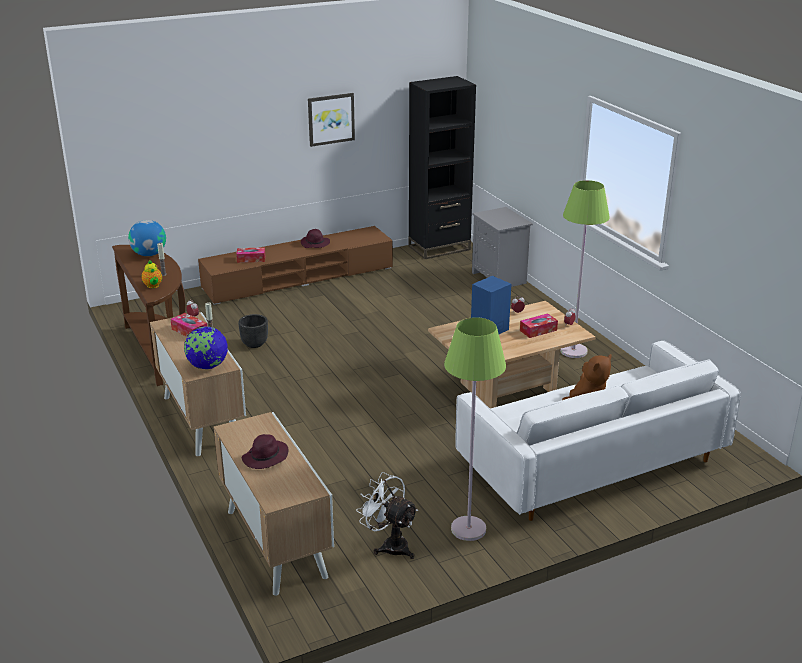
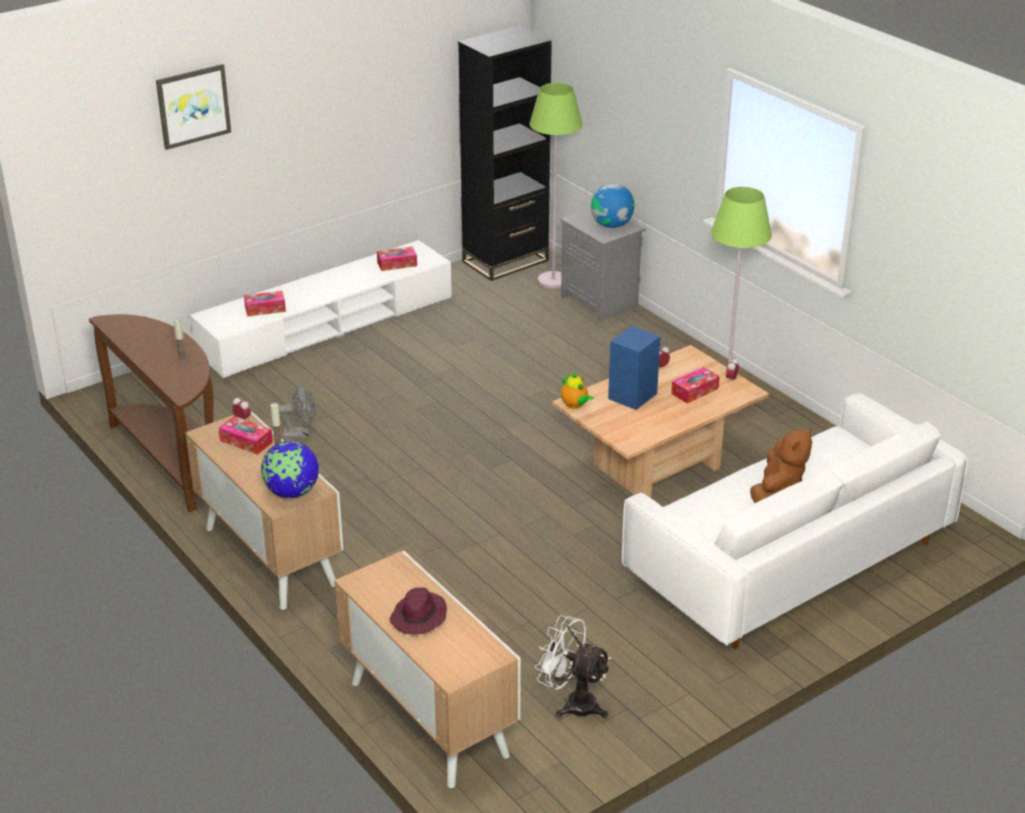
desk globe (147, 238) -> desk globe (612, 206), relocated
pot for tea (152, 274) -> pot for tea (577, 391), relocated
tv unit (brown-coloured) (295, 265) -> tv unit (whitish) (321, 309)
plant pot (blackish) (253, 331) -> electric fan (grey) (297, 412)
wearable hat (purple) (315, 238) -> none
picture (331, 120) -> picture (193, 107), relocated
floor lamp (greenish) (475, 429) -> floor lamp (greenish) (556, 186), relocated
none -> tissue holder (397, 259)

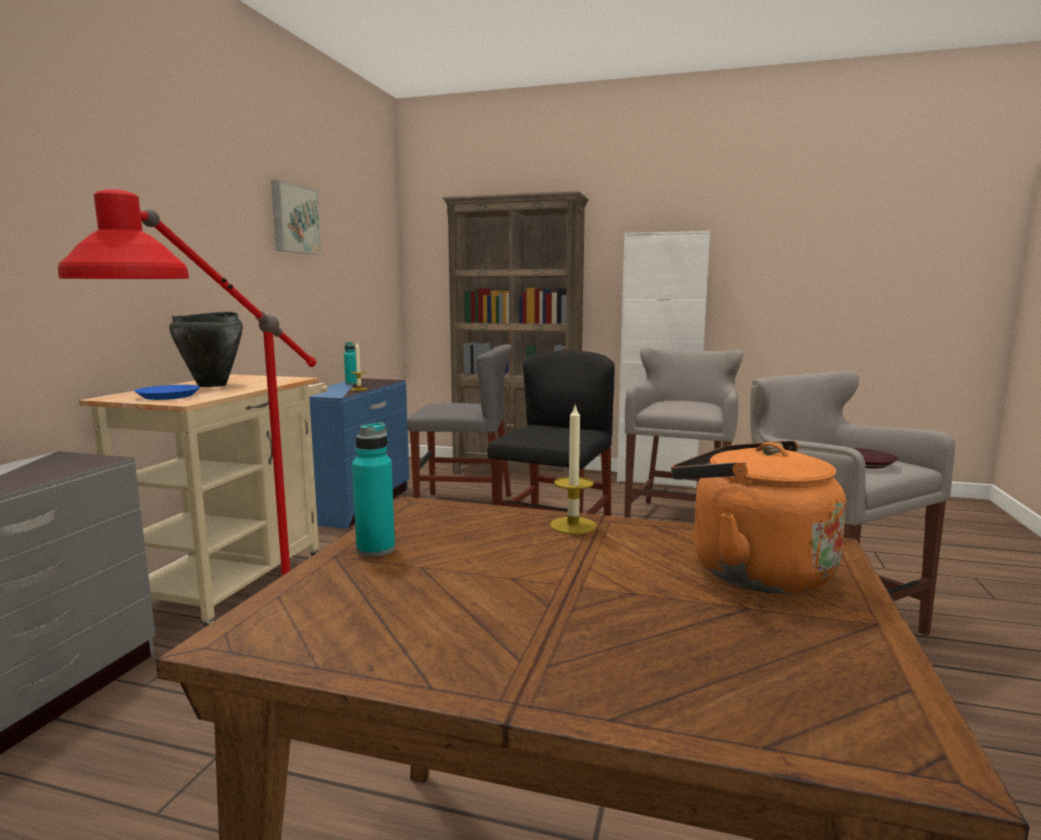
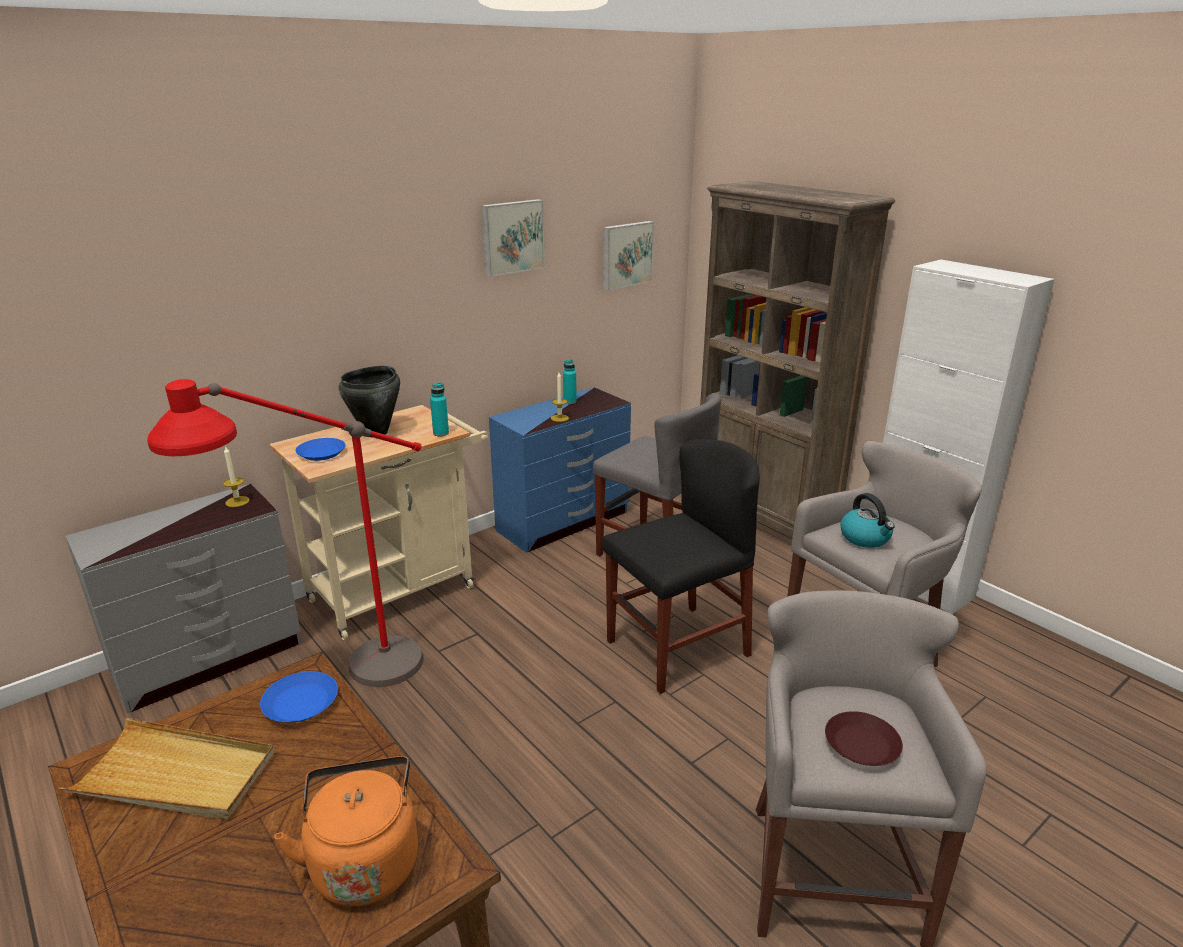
bottle (turquoise-coloured) (373, 489) -> bottle (turquoise-coloured) (439, 409), relocated
wax light (573, 468) -> wax light (236, 476), relocated
none -> carrying tray (sand-coloured) (166, 769)
none -> flat dish (blue-coloured) (299, 696)
none -> picture (628, 255)
none -> tea kettle (868, 520)

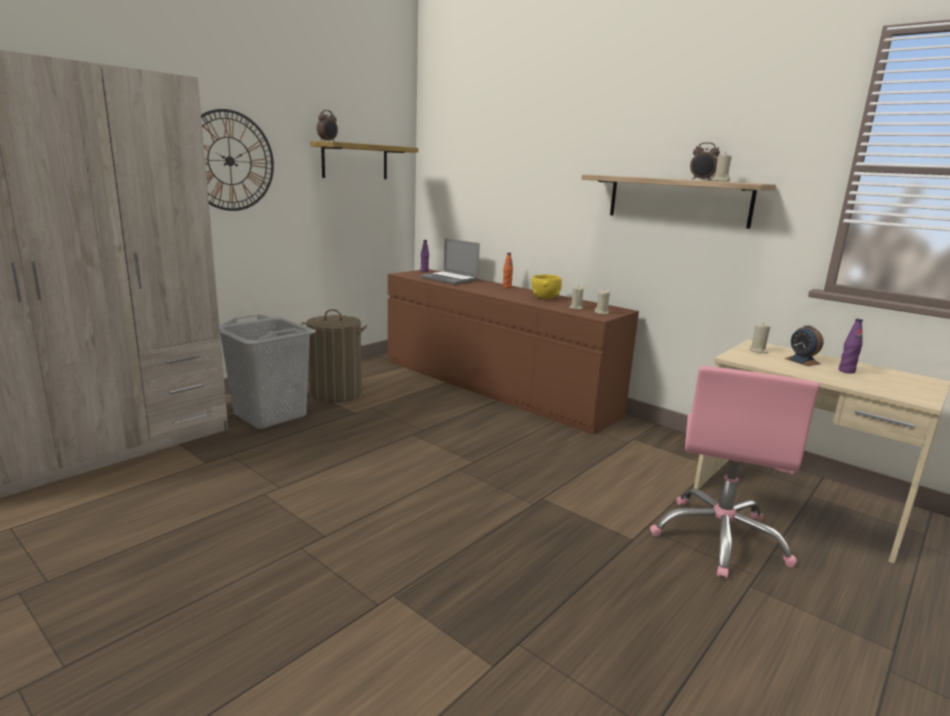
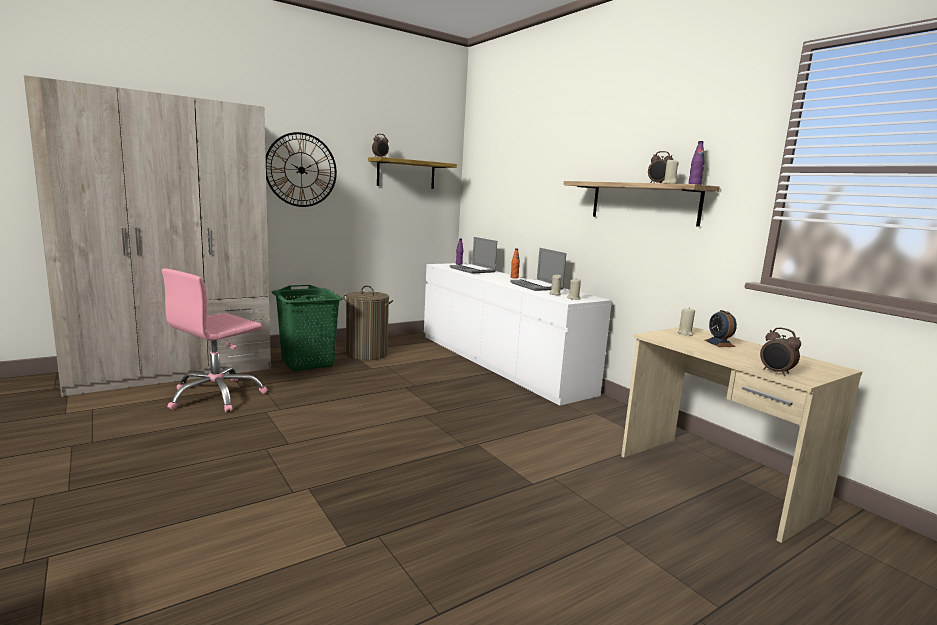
washing basket (grey) (267, 371) -> washing basket (greenish) (308, 328)
drawer chest (brown-coloured) (513, 352) -> drawer chest (whitish) (518, 334)
serving bowl (yellow) (546, 286) -> laptop (538, 269)
office chair (pinkish) (735, 472) -> office chair (pinkish) (214, 340), relocated
bottle (purple) (851, 346) -> bottle (purple) (697, 163), relocated
none -> alarm clock (780, 352)

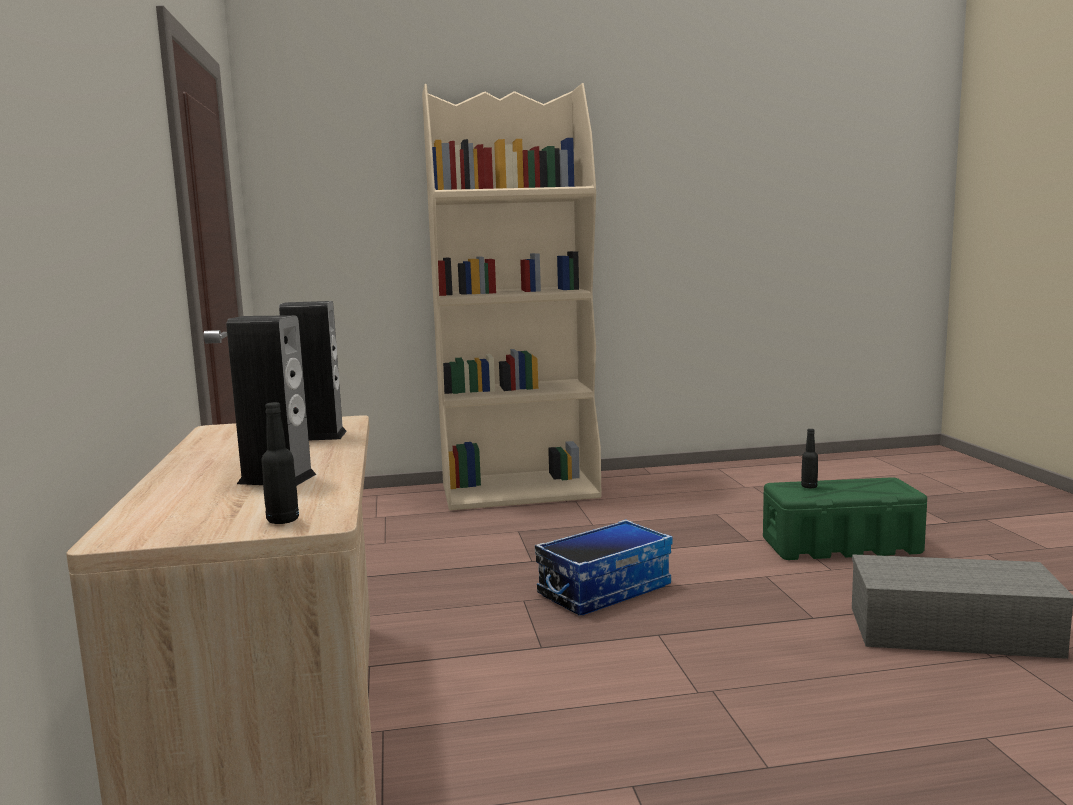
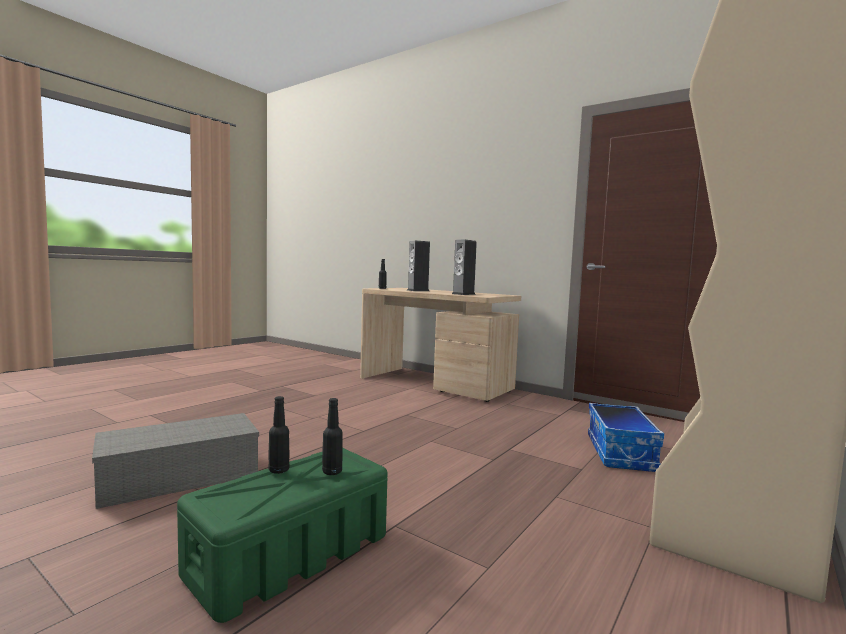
storage box (604, 567) -> storage box (626, 437), relocated
none -> bottle (blackish) (278, 435)

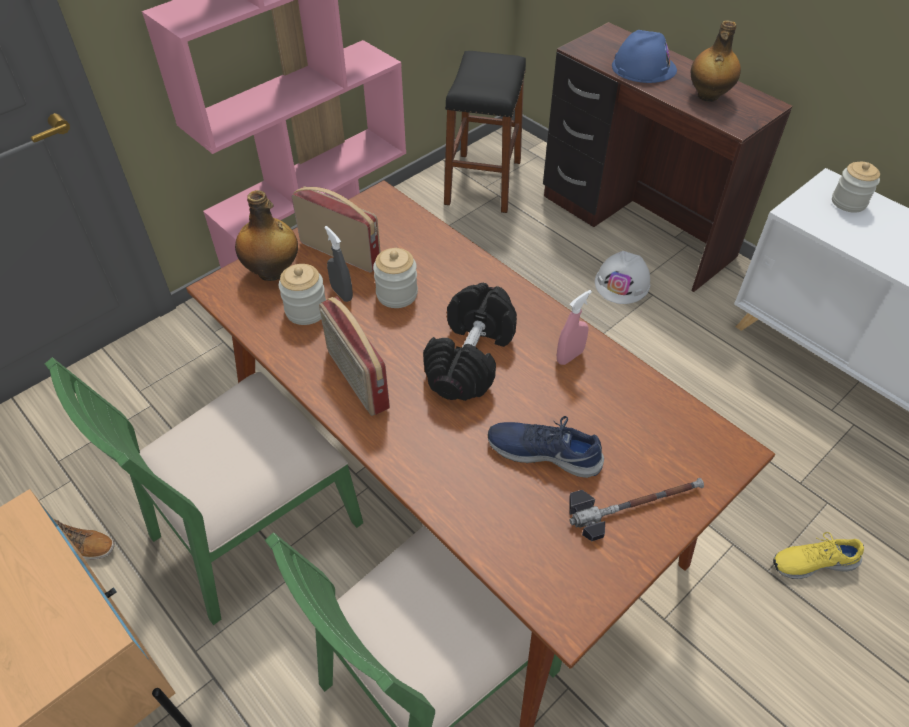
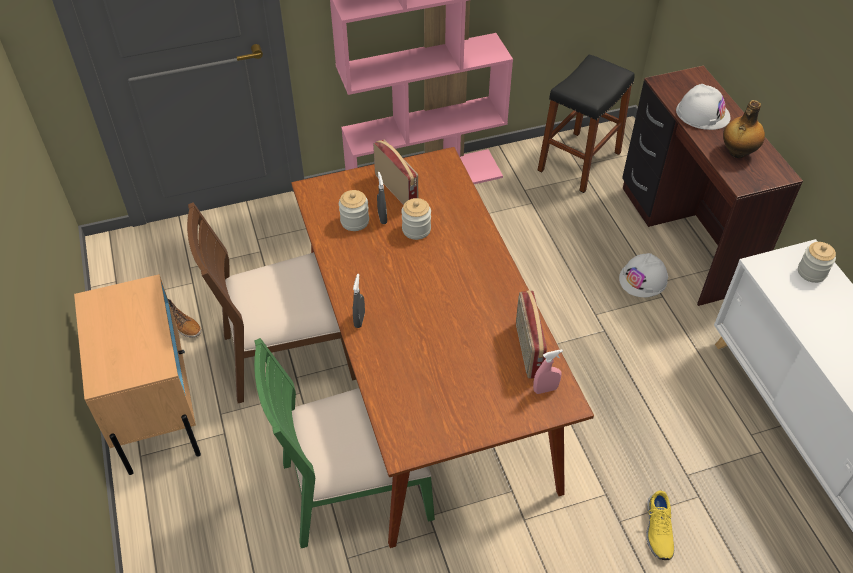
upright chair (greenish) (204, 491) -> upright chair (brown-coloured) (271, 302)
bottle (266, 235) -> none
radio receiver (354, 356) -> radio receiver (531, 334), relocated
free weight (blackish) (470, 342) -> none
shoe (blue-coloured) (546, 447) -> none
spray bottle (pinkish) (574, 327) -> spray bottle (pinkish) (548, 371), relocated
hand hammer (636, 509) -> none
safety helmet (blue-coloured) (644, 56) -> safety helmet (whitish) (703, 107)
shoe (yellow) (818, 555) -> shoe (yellow) (660, 525), 105 degrees counterclockwise
none -> spray bottle (grey) (359, 301)

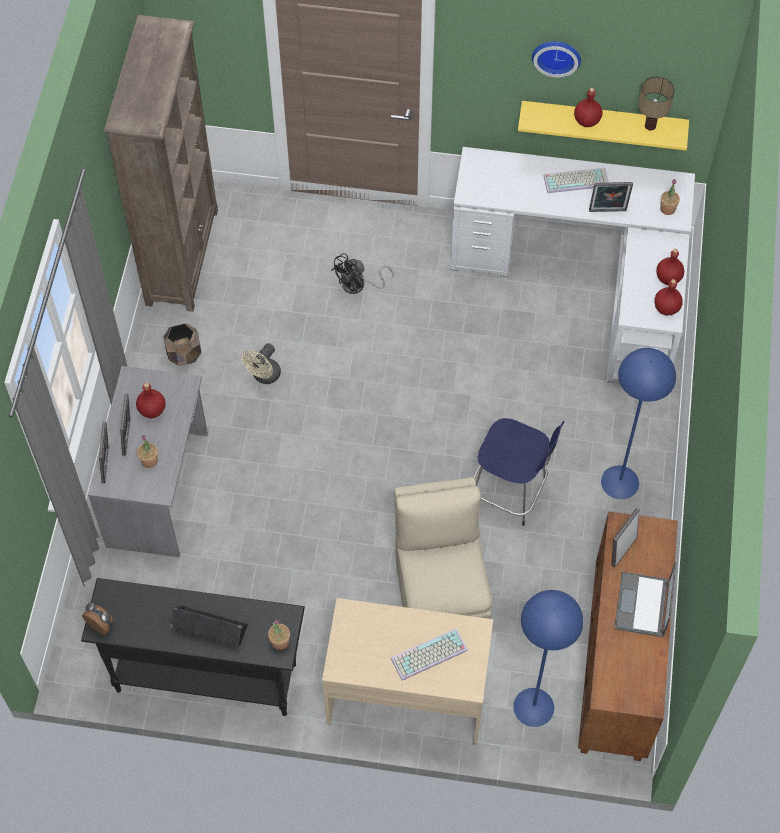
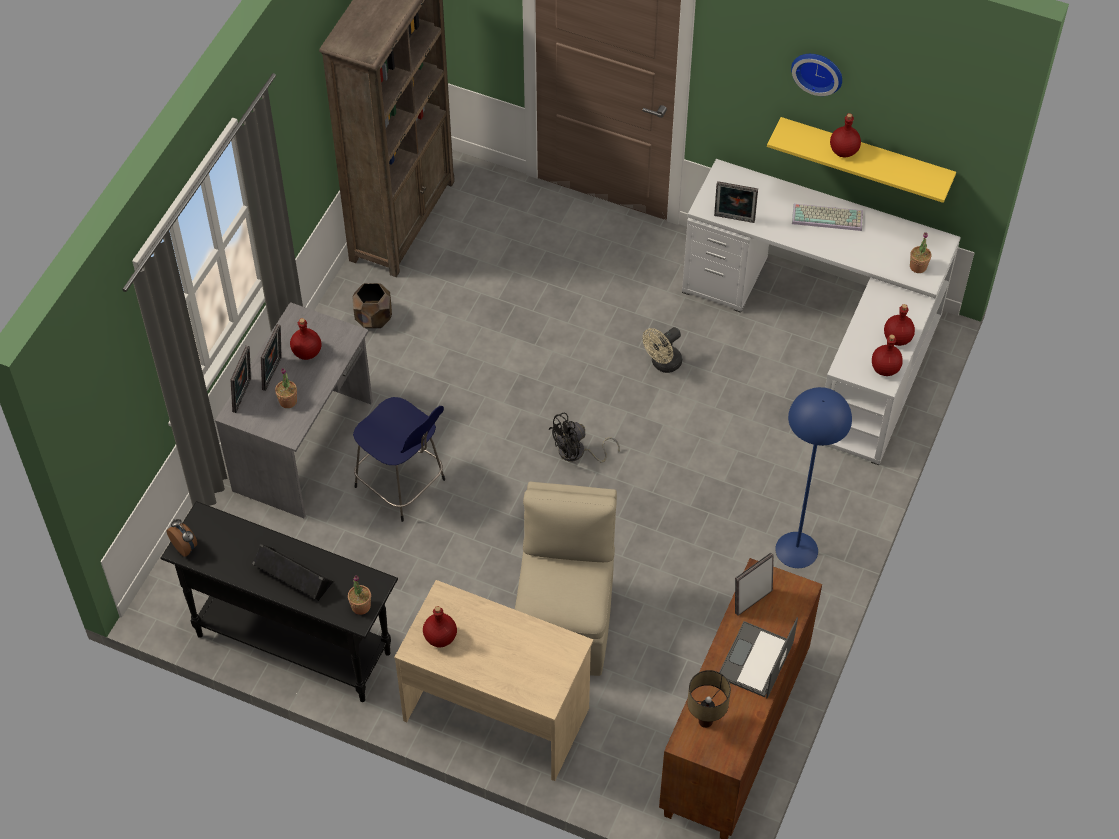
electric fan (sand-coloured) (261, 363) -> electric fan (sand-coloured) (662, 350), relocated
electric fan (blackish) (362, 273) -> electric fan (blackish) (584, 437), relocated
computer keyboard (429, 654) -> none
stool (blue-coloured) (519, 472) -> stool (blue-coloured) (399, 459), relocated
floor lamp (blue-coloured) (548, 658) -> none
picture frame (611, 197) -> picture frame (736, 202), relocated
lamp for a table (656, 104) -> lamp for a table (709, 699), relocated
none -> bottle (red-coloured) (440, 627)

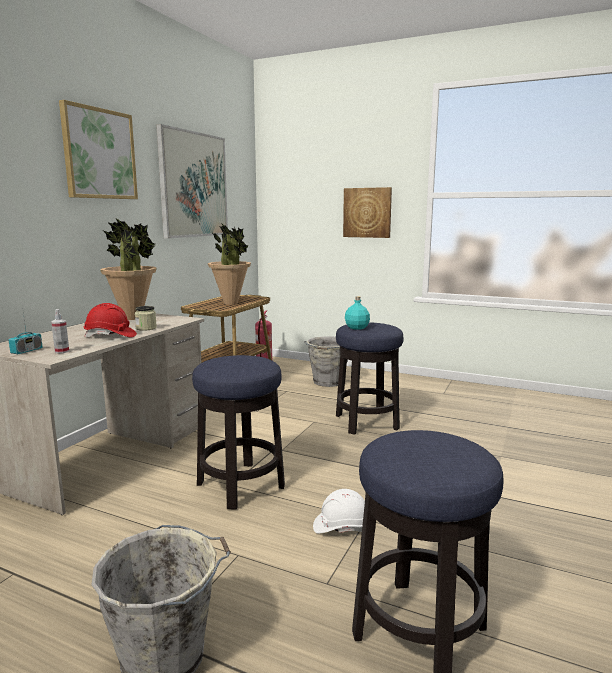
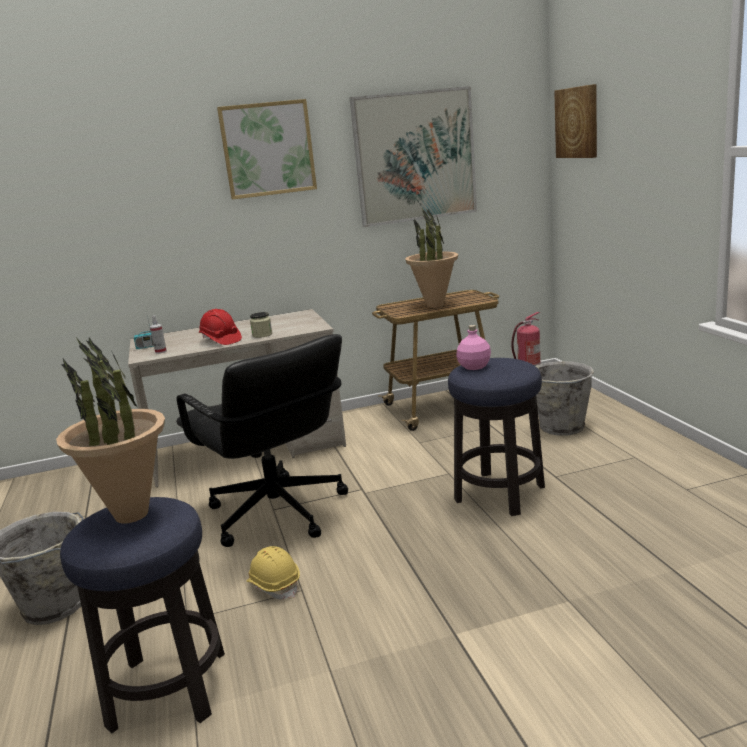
potted plant (128, 269) -> potted plant (110, 430), relocated
stool (238, 432) -> office chair (blackish) (262, 440)
safety helmet (whitish) (339, 511) -> safety helmet (yellow) (273, 573)
picture (367, 212) -> picture (575, 121), relocated
bottle (turquoise-coloured) (357, 313) -> bottle (pinkish) (473, 347)

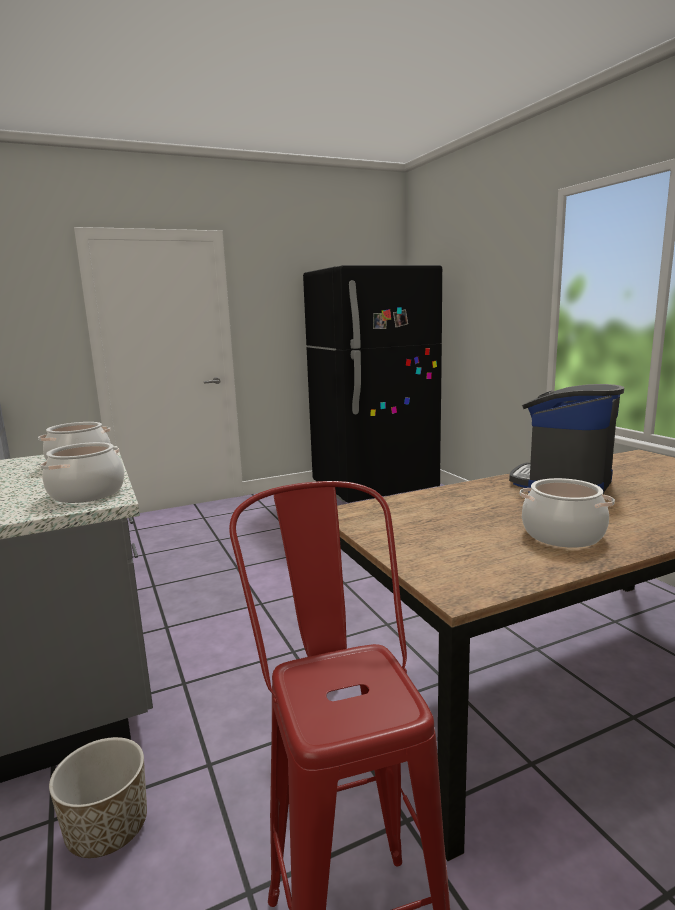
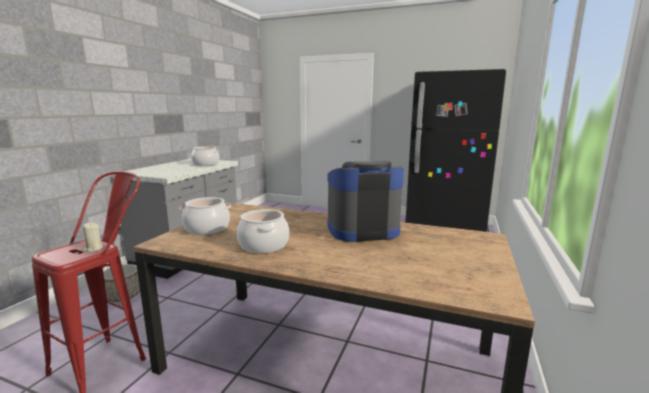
cooking pot (82, 472) -> cooking pot (205, 216), relocated
none -> wax light (sand-coloured) (93, 237)

